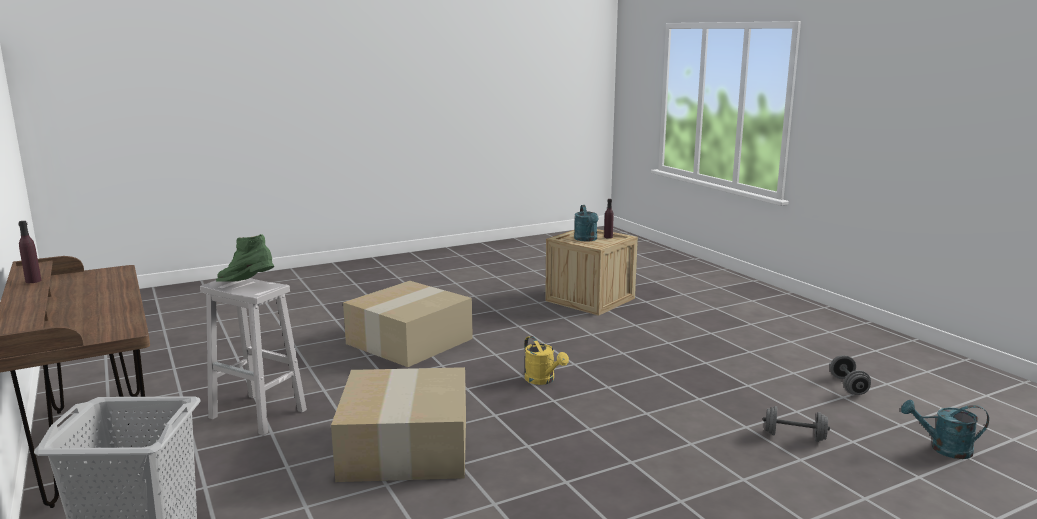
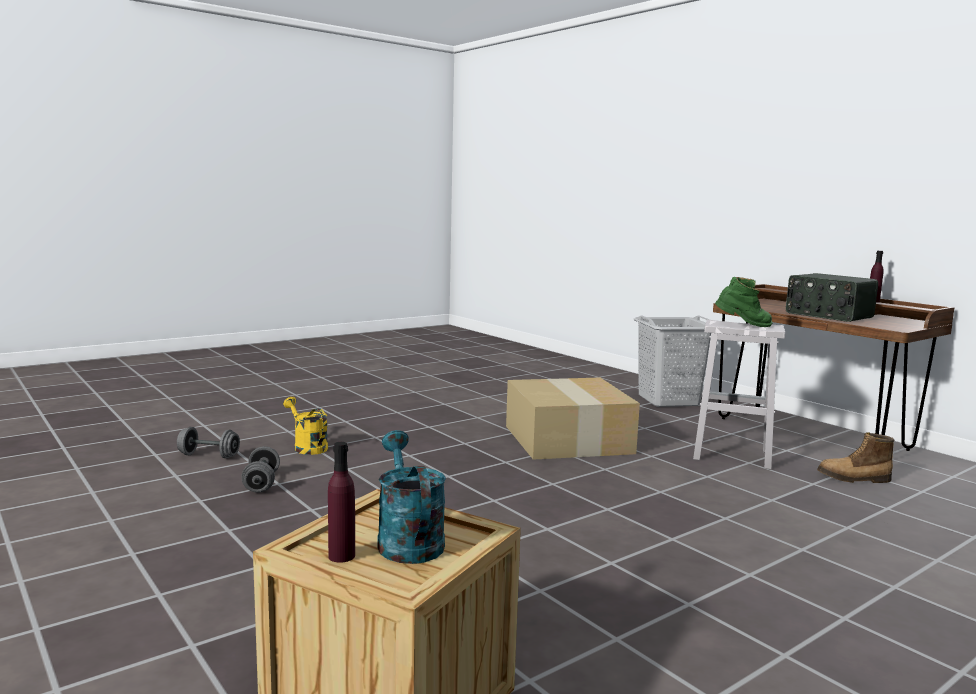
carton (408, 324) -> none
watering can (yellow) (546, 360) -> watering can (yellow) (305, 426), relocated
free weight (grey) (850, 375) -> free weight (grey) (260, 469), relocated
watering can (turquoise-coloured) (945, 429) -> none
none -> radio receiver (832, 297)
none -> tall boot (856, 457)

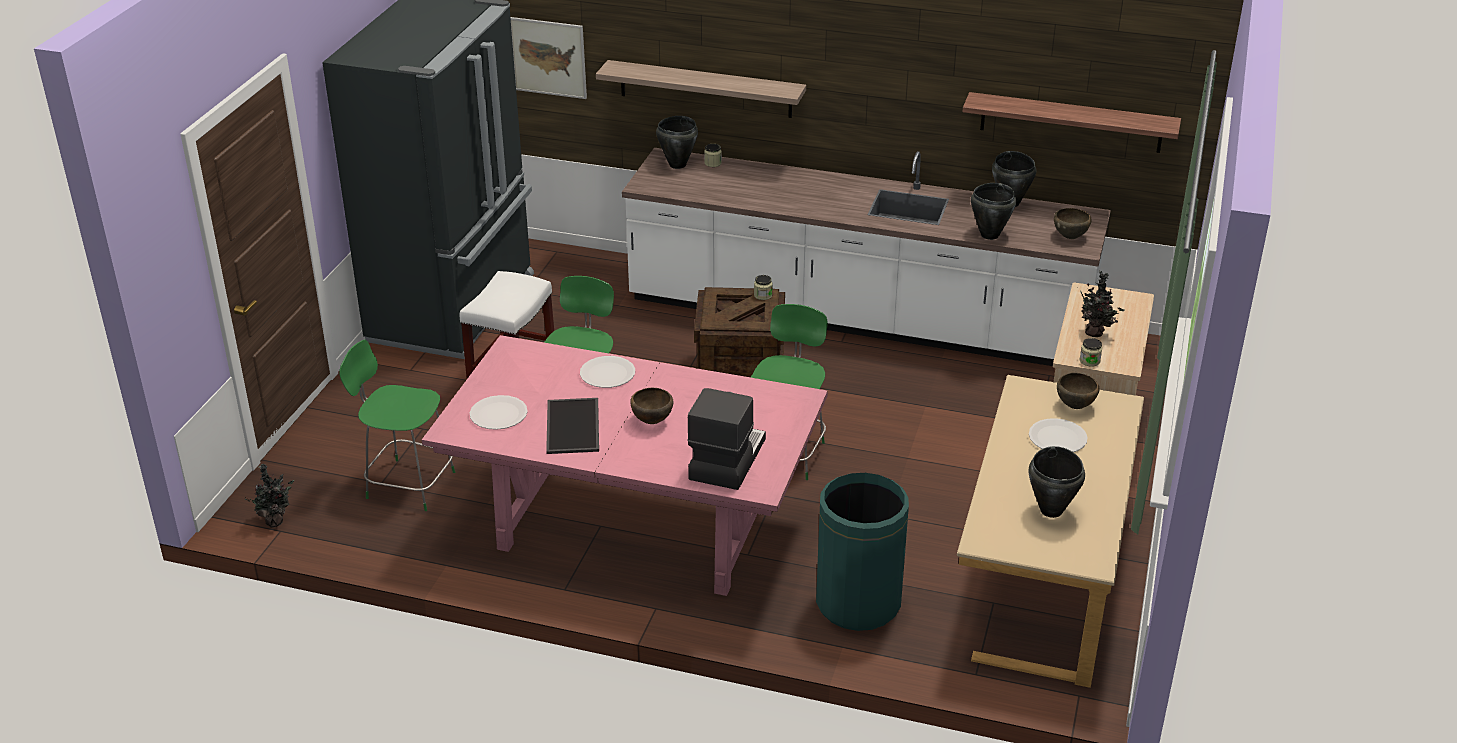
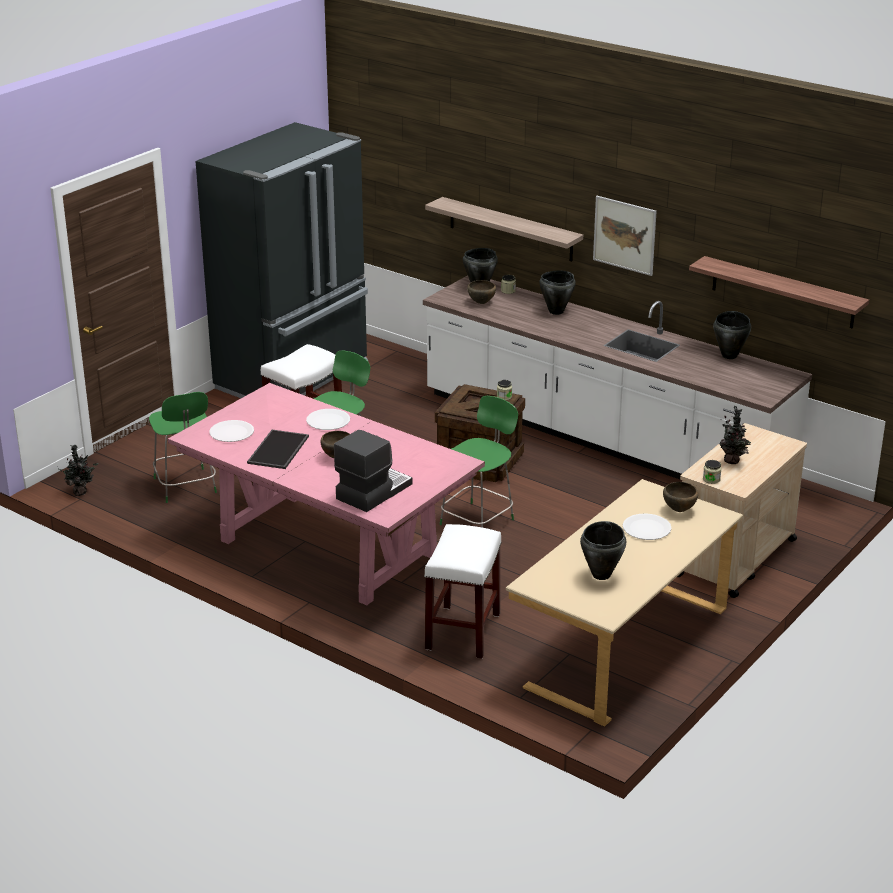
upright chair (greenish) (397, 425) -> upright chair (greenish) (183, 447), 150 degrees counterclockwise
picture (548, 58) -> picture (625, 236), relocated
waste bin (greenish) (862, 552) -> stool (whitish) (463, 591)
cooking pot (blackish) (993, 211) -> cooking pot (blackish) (557, 292), relocated
serving bowl (brown-coloured) (1073, 223) -> serving bowl (brown-coloured) (481, 292), relocated

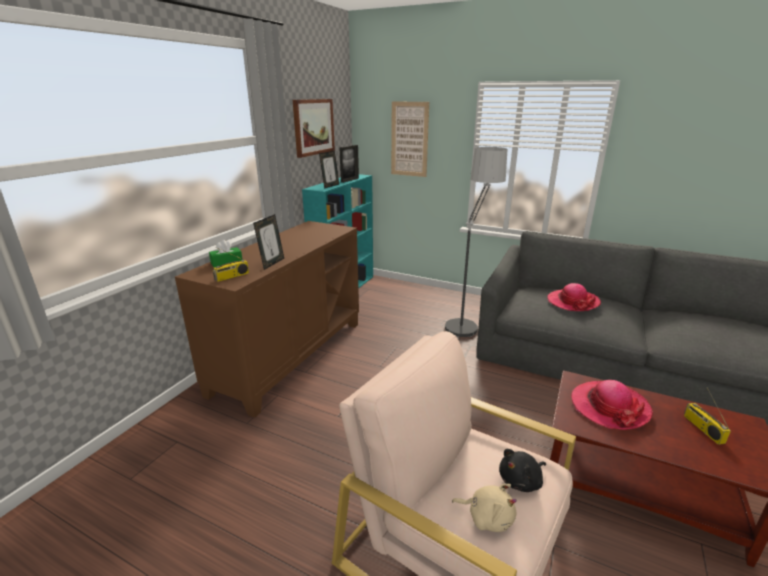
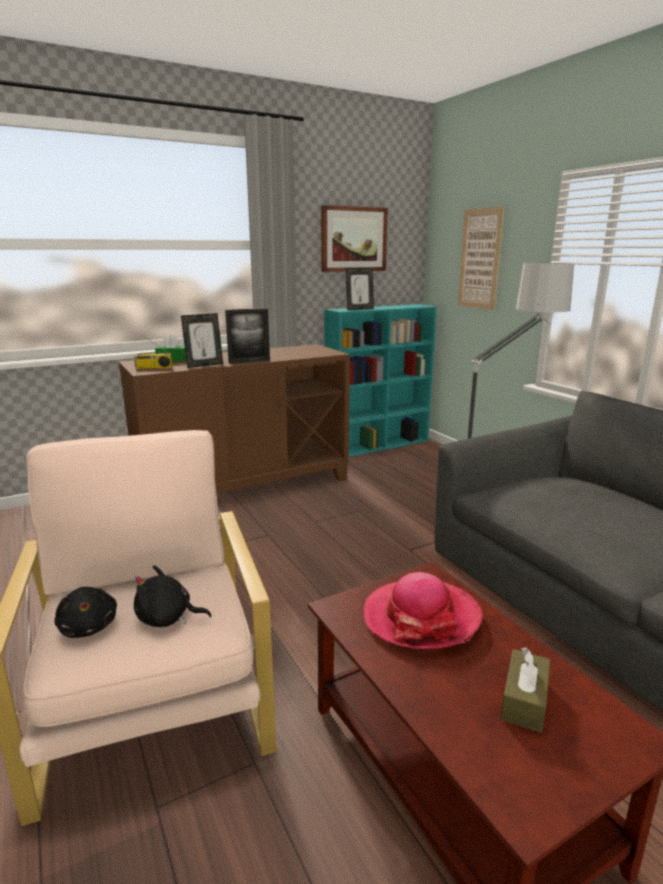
picture frame (349, 164) -> picture frame (247, 336), relocated
soft toy (sand-coloured) (484, 508) -> soft toy (blackish) (85, 612)
wearable hat (574, 297) -> none
radio receiver (707, 416) -> tissue holder (brown-coloured) (525, 690)

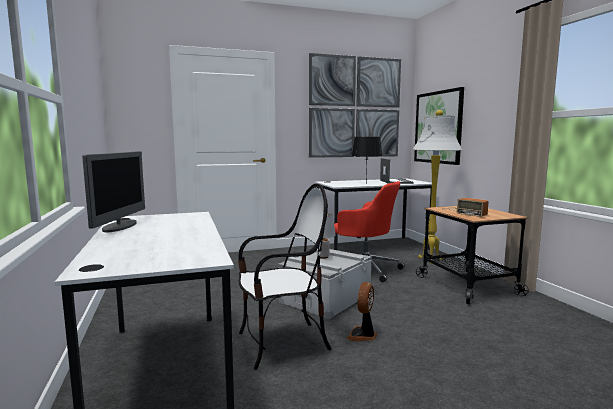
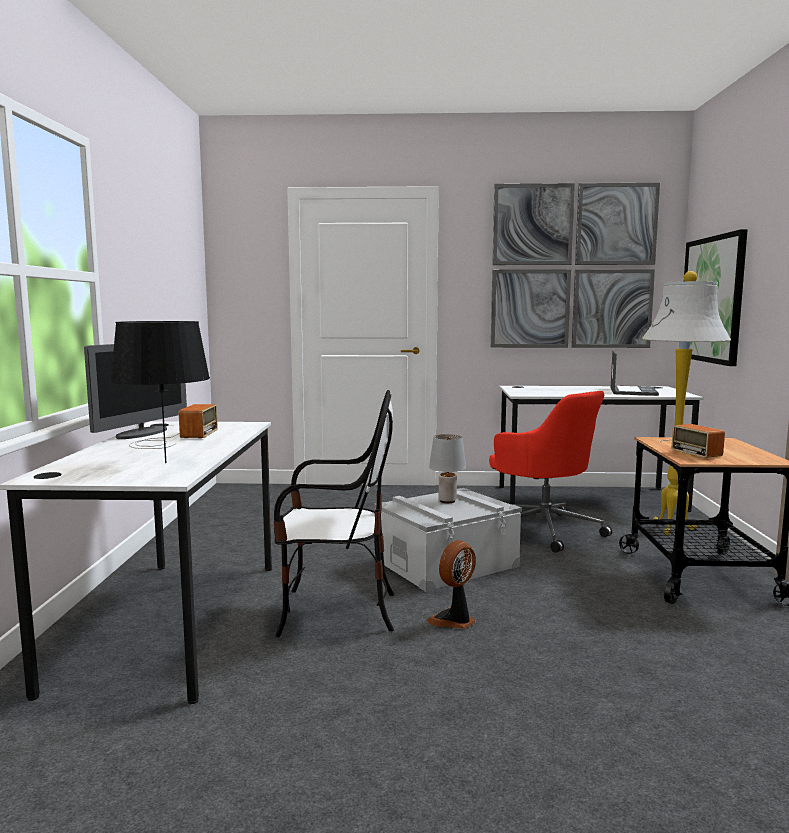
lamp for a table (blackish) (366, 159) -> lamp for a table (blackish) (160, 392), relocated
none -> radio receiver (173, 426)

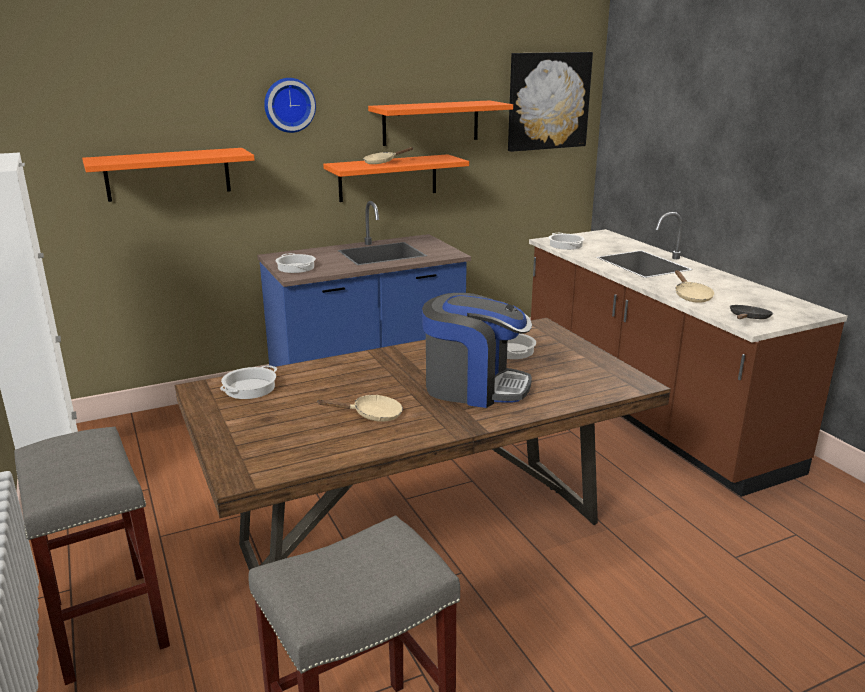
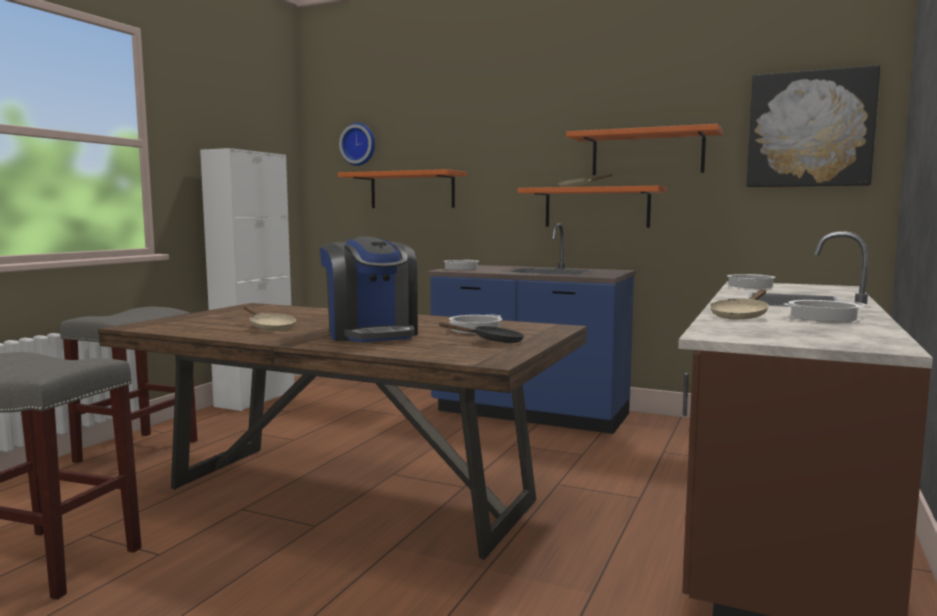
cooking pot (248, 382) -> cooking pot (825, 311), relocated
clock on the wall (290, 105) -> clock on the wall (357, 144), relocated
frying pan (blackish) (751, 312) -> frying pan (blackish) (481, 332), relocated

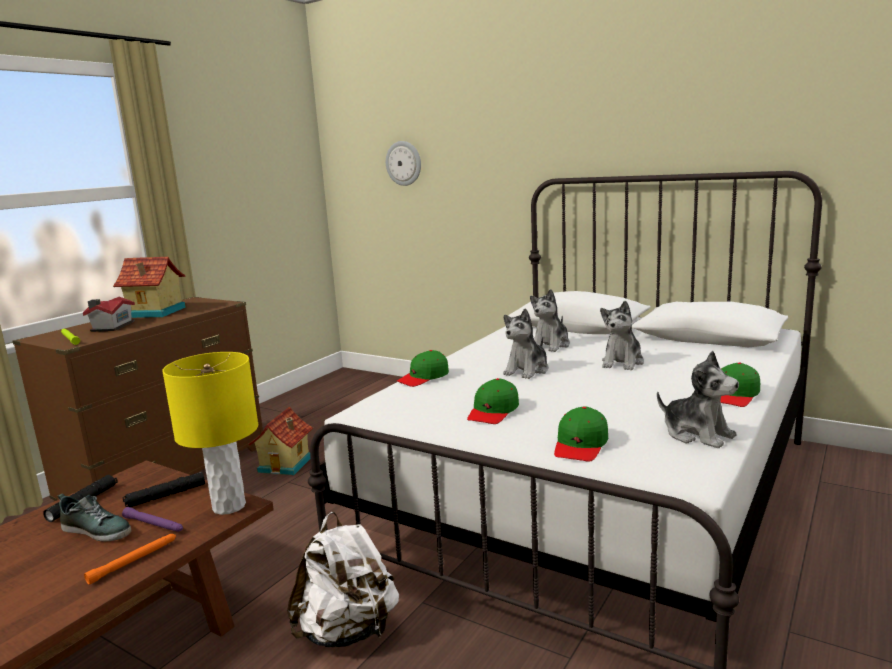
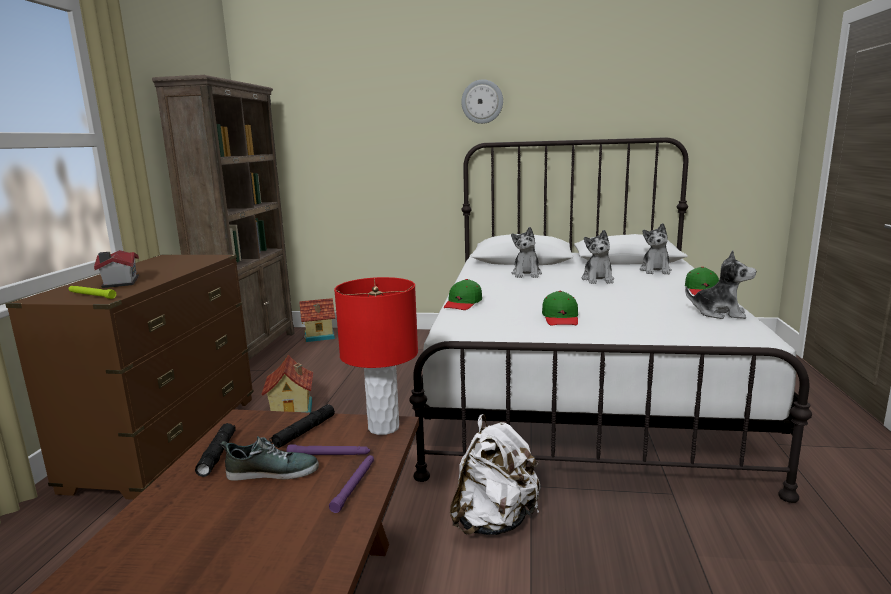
torch (orange) (130, 559) -> torch (purple) (351, 484)
miniature house (149, 287) -> miniature house (317, 320), relocated
lamp for a table (yellow) (210, 433) -> lamp for a table (red-coloured) (376, 356)
clock on the wall (403, 163) -> clock on the wall (482, 101), relocated
soft toy (526, 343) -> soft toy (656, 248), relocated
cap (greenish) (581, 434) -> none
none -> bookcase (brown-coloured) (223, 217)

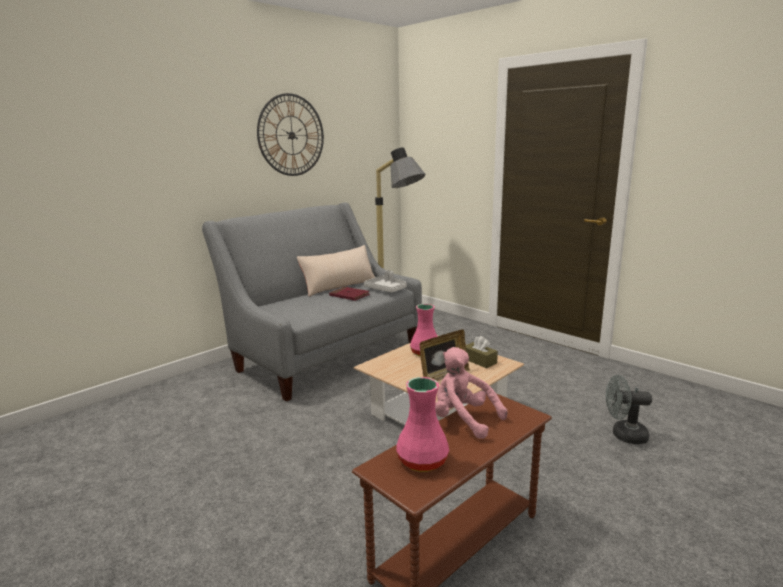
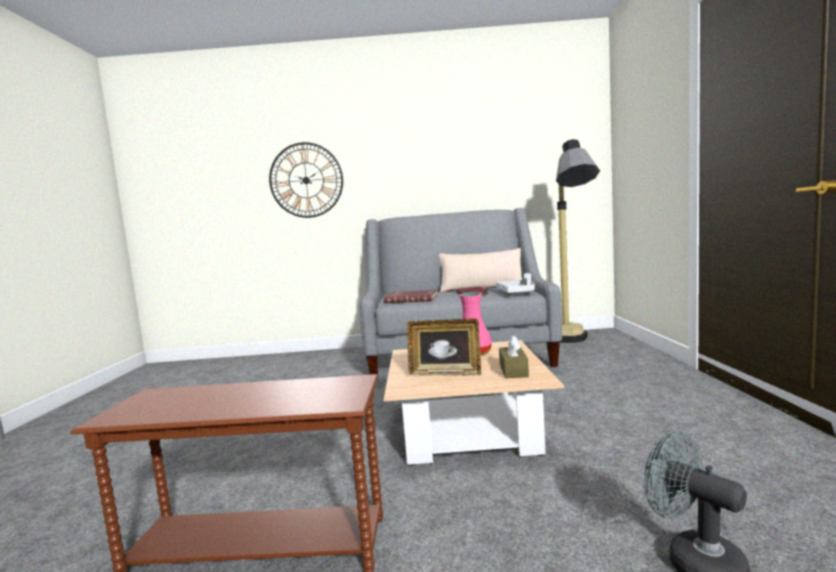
clock on the wall (290, 134) -> clock on the wall (306, 180), relocated
vase (pinkish) (422, 424) -> none
soft toy (pinkish) (471, 393) -> none
none -> bound book (red-coloured) (411, 296)

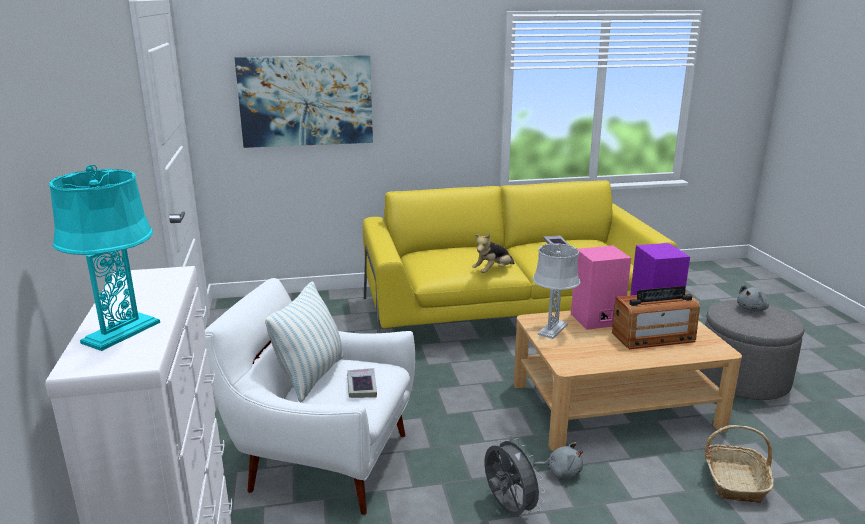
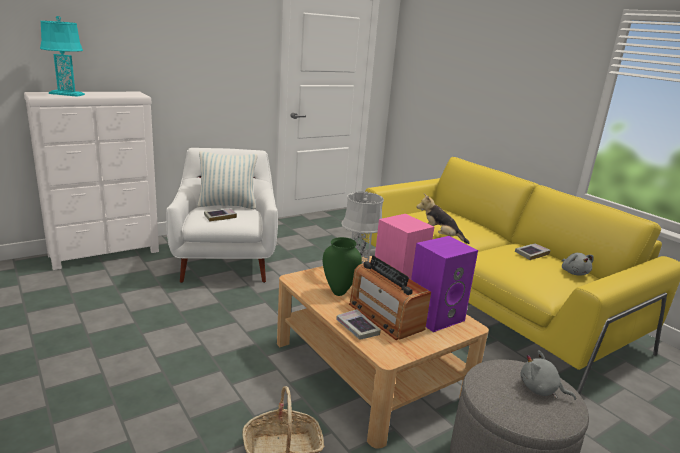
picture (304, 101) -> none
electric fan (grey) (514, 475) -> none
soft toy (grey) (558, 460) -> soft toy (grey) (577, 264), relocated
none -> vase (greenish) (342, 266)
none -> bound book (358, 324)

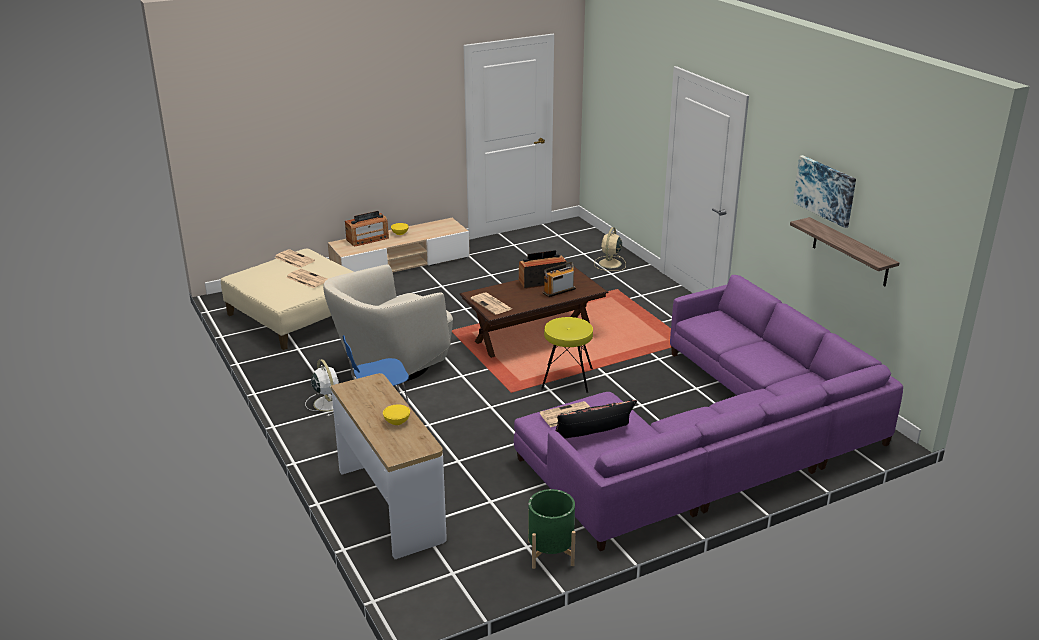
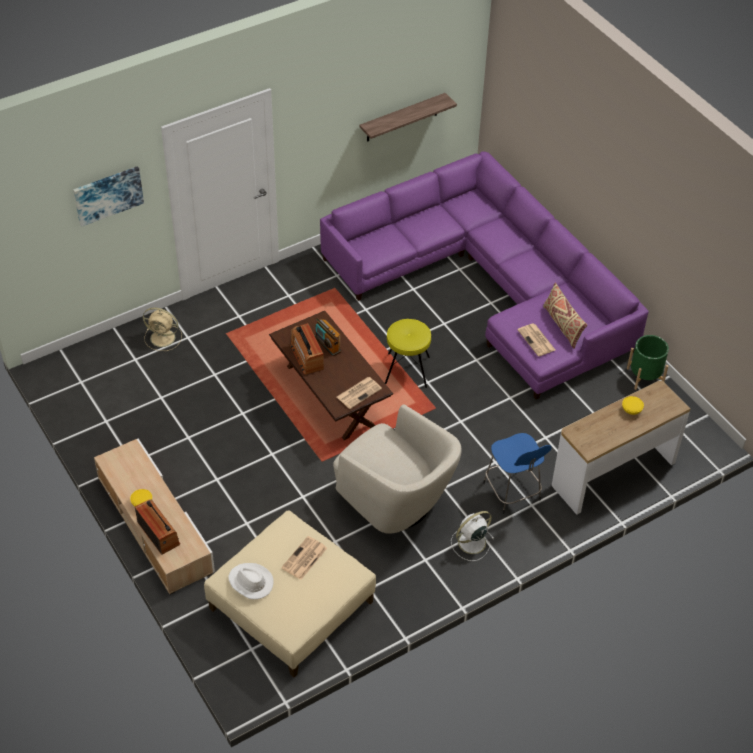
daily paper (294, 258) -> wearable hat (whitish) (251, 581)
cushion (blackish) (596, 419) -> cushion (sand-coloured) (565, 315)
picture (824, 191) -> picture (108, 196), relocated

